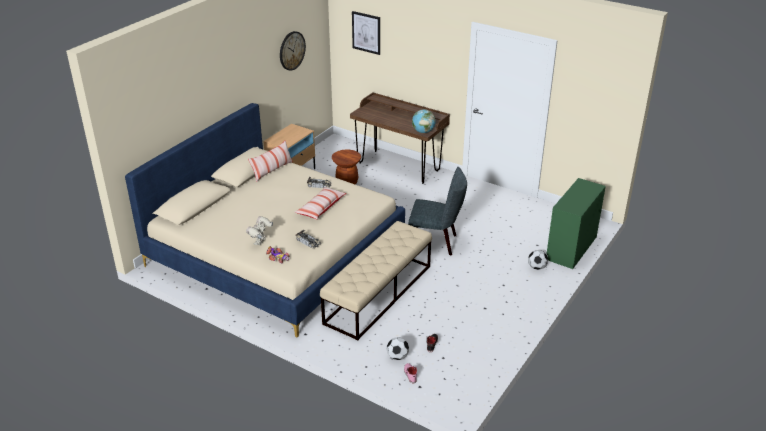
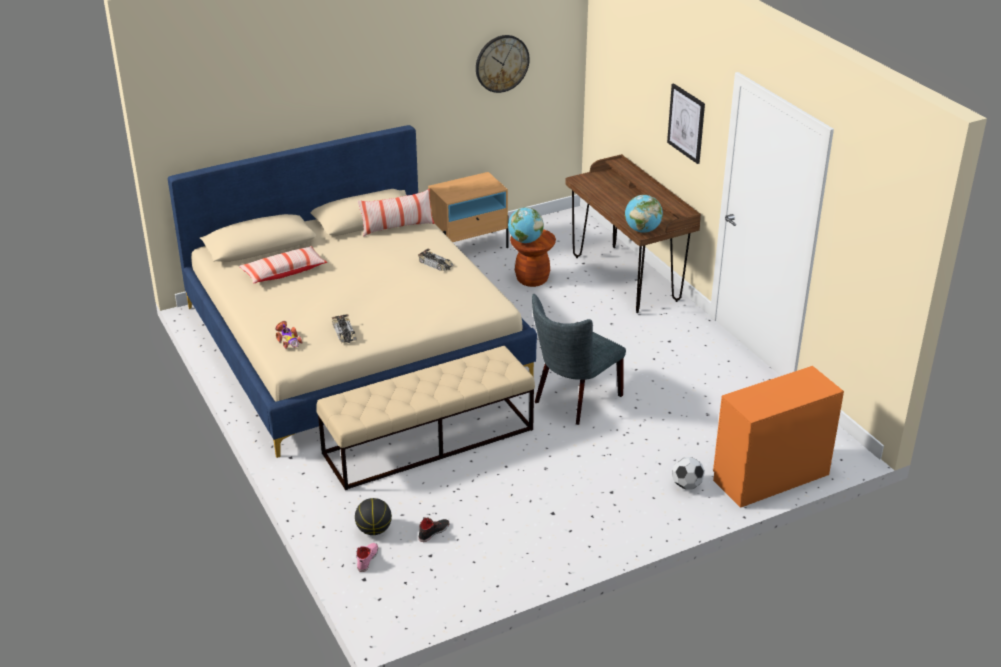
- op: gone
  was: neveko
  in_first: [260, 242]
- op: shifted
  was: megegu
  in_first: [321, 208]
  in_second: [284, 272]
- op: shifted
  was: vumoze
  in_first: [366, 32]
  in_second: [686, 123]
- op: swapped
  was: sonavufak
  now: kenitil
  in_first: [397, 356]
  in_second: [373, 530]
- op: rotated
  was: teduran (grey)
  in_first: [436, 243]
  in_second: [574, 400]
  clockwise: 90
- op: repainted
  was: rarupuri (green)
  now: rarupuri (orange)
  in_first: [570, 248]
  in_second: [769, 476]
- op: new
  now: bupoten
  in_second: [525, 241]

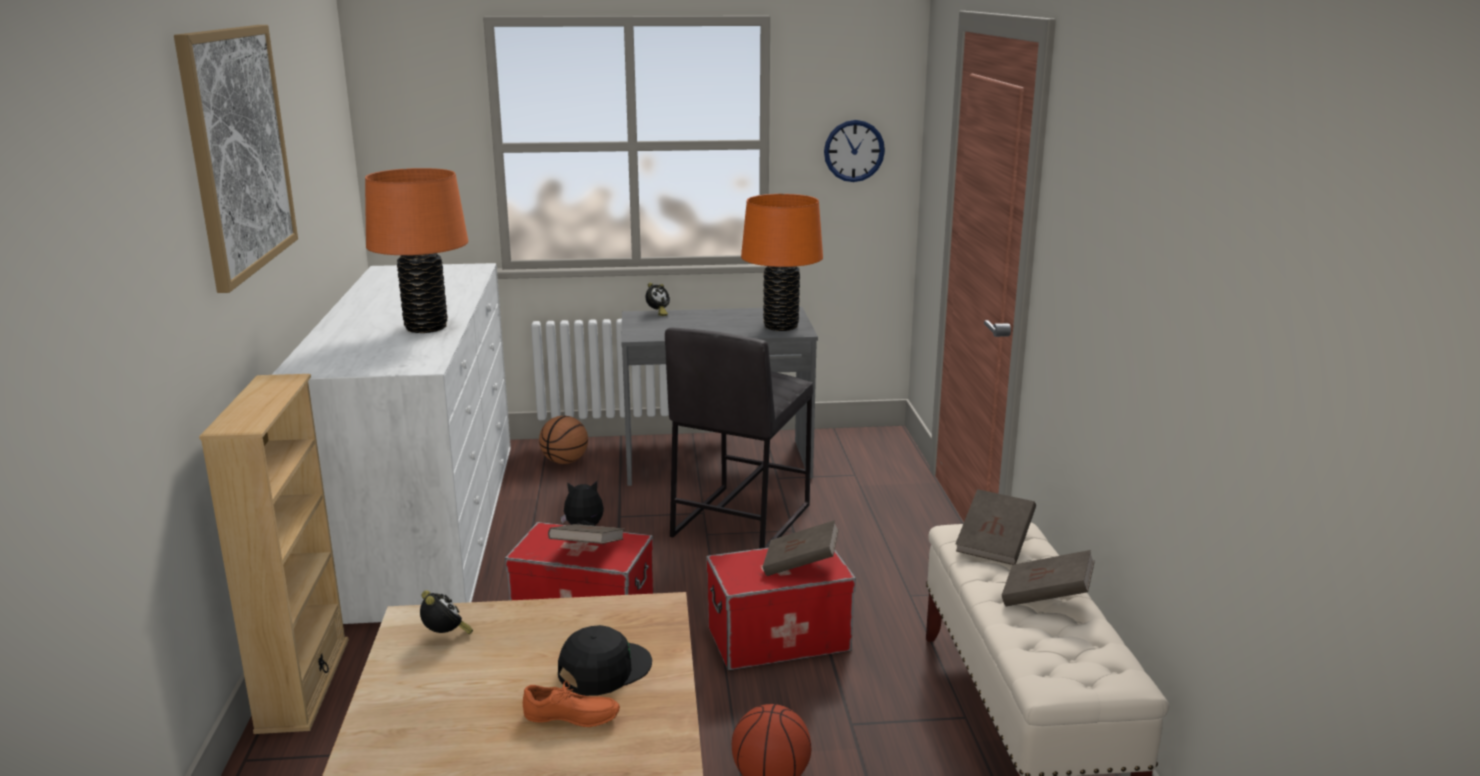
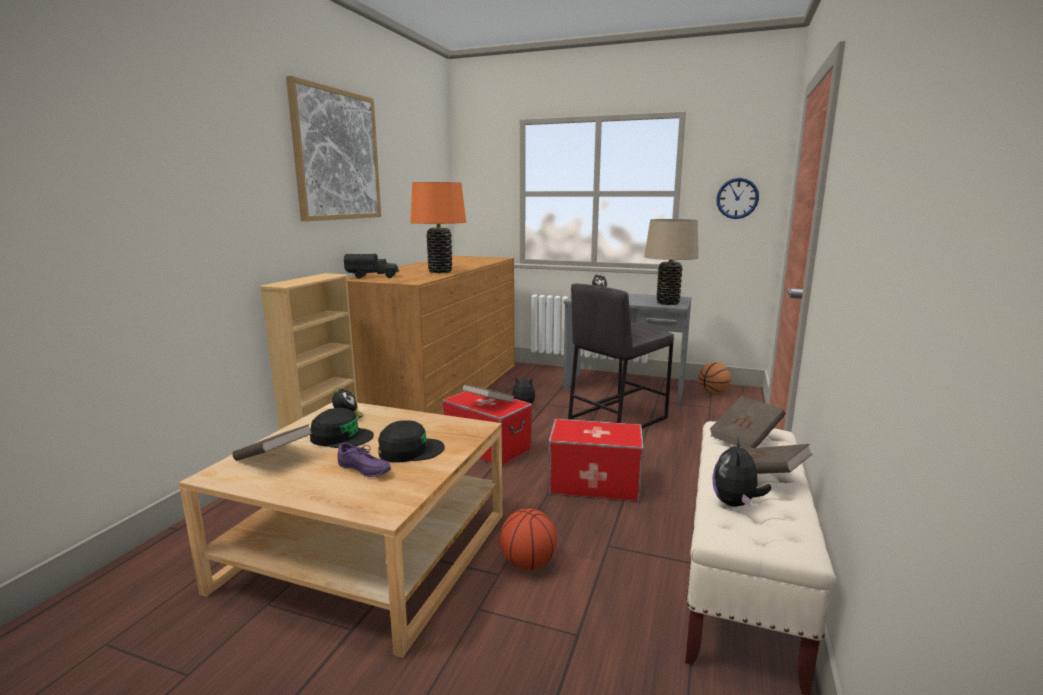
- op: repainted
  was: rarupuri (white)
  now: rarupuri (brown)
  in_first: [424, 523]
  in_second: [443, 390]
- op: repainted
  was: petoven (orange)
  now: petoven (purple)
  in_first: [571, 719]
  in_second: [362, 470]
- op: shifted
  was: kenitil
  in_first: [565, 462]
  in_second: [713, 392]
- op: repainted
  was: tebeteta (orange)
  now: tebeteta (beige)
  in_first: [781, 326]
  in_second: [667, 303]
- op: shifted
  was: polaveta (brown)
  in_first: [800, 565]
  in_second: [274, 459]
- op: new
  now: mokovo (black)
  in_second: [341, 437]
- op: new
  now: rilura
  in_second: [373, 277]
- op: new
  now: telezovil
  in_second: [735, 504]

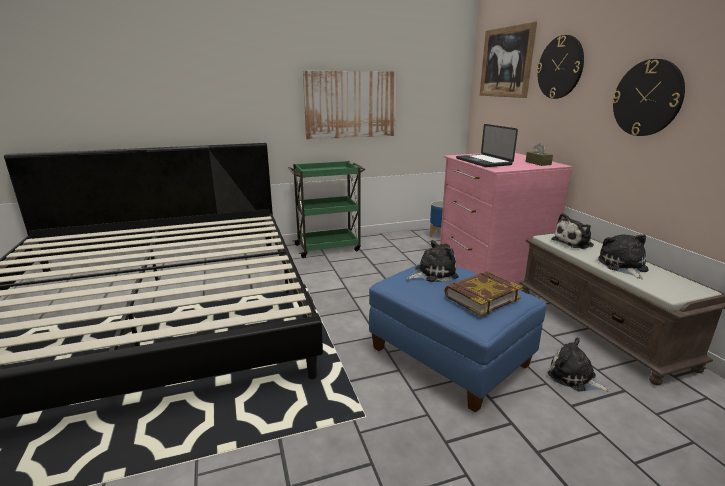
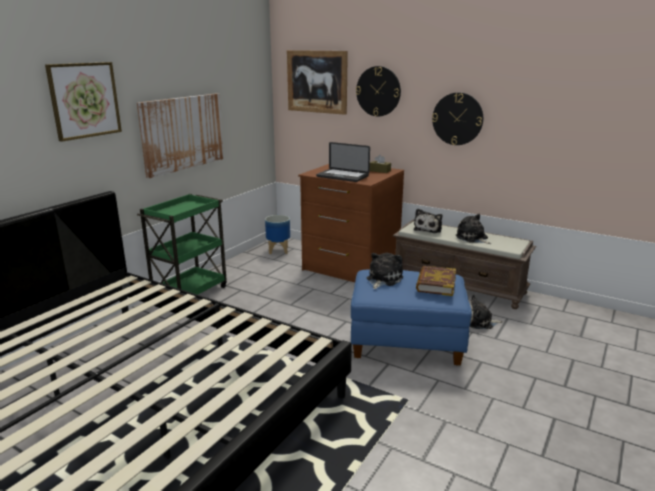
- op: repainted
  was: rarupuri (pink)
  now: rarupuri (brown)
  in_first: [490, 267]
  in_second: [350, 267]
- op: new
  now: vumoze
  in_second: [84, 100]

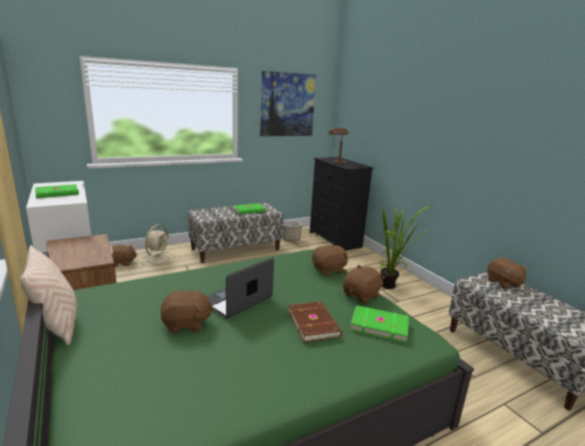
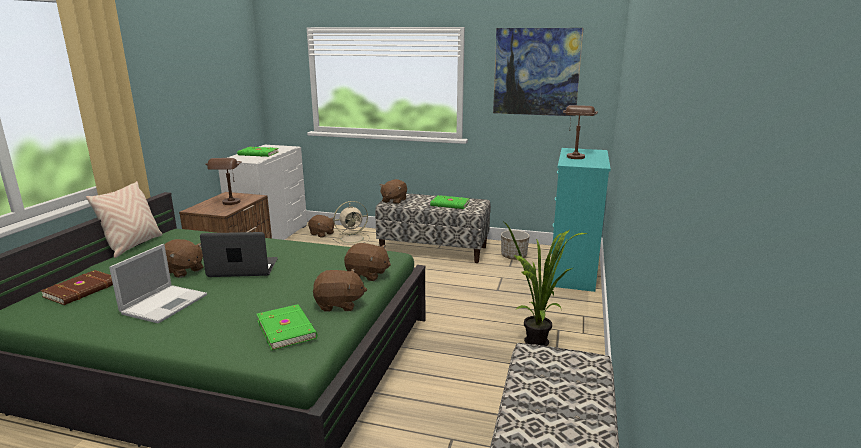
- op: shifted
  was: polaveta (brown)
  in_first: [314, 323]
  in_second: [82, 290]
- op: repainted
  was: rarupuri (black)
  now: rarupuri (turquoise)
  in_first: [335, 240]
  in_second: [572, 272]
- op: shifted
  was: telezovil (brown)
  in_first: [503, 283]
  in_second: [393, 201]
- op: new
  now: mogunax
  in_second: [165, 303]
- op: new
  now: tebeteta (brown)
  in_second: [230, 204]

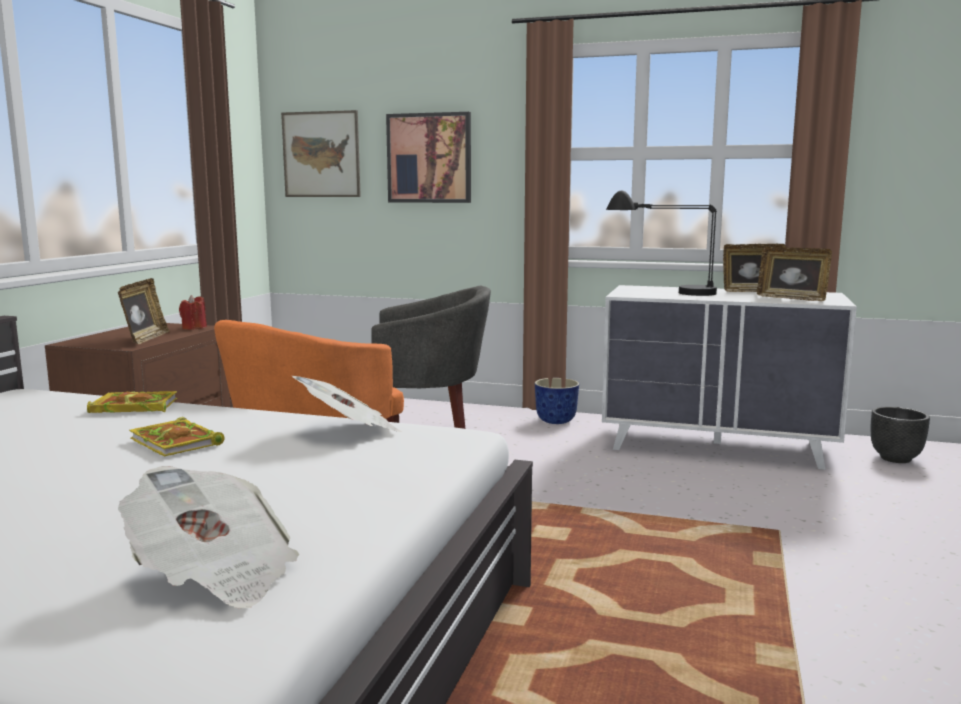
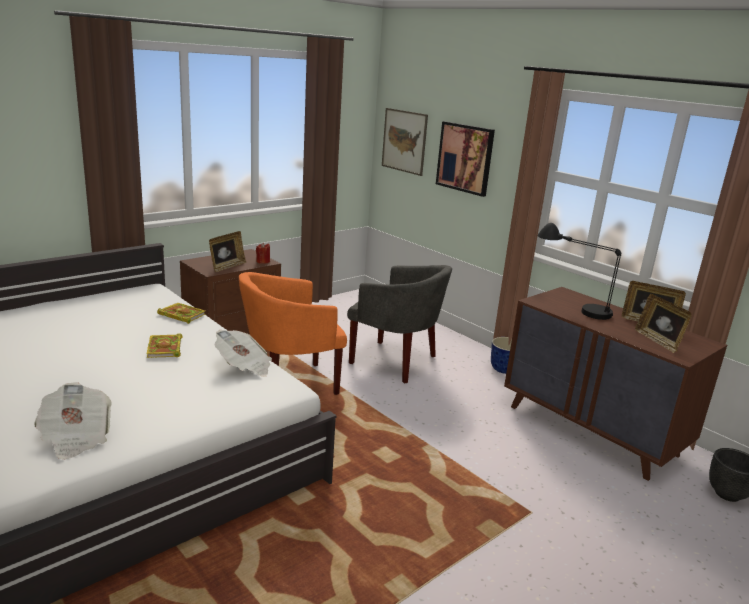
- op: repainted
  was: rarupuri (white)
  now: rarupuri (brown)
  in_first: [717, 446]
  in_second: [592, 430]

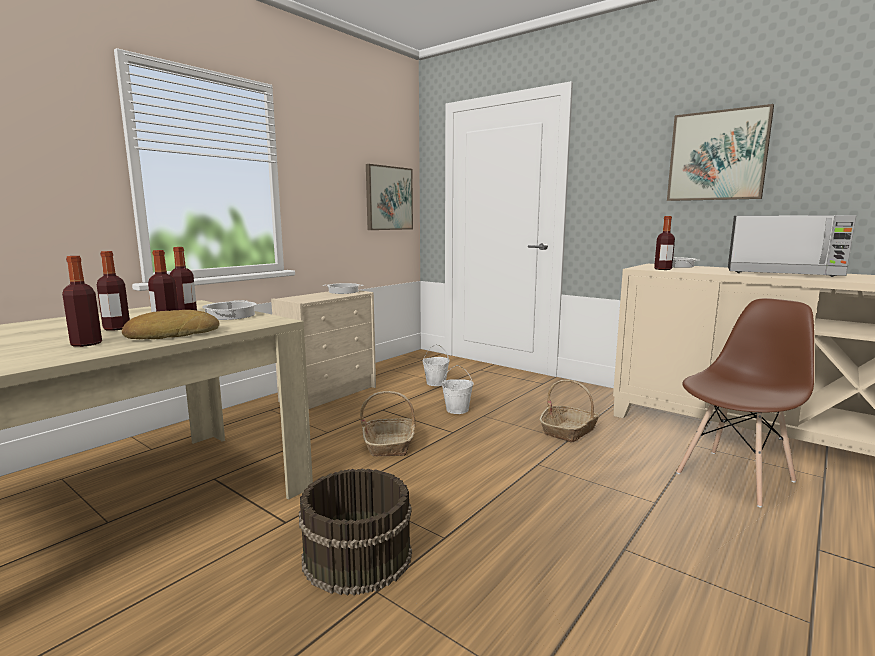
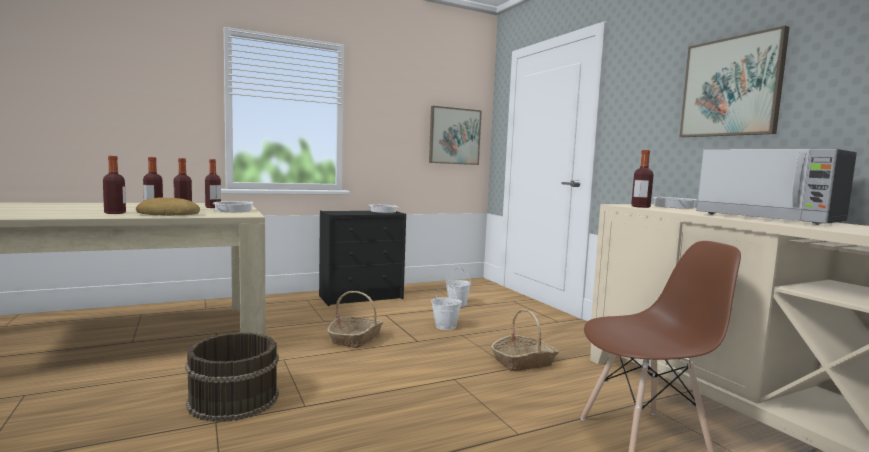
- op: repainted
  was: rarupuri (beige)
  now: rarupuri (black)
  in_first: [330, 394]
  in_second: [362, 297]

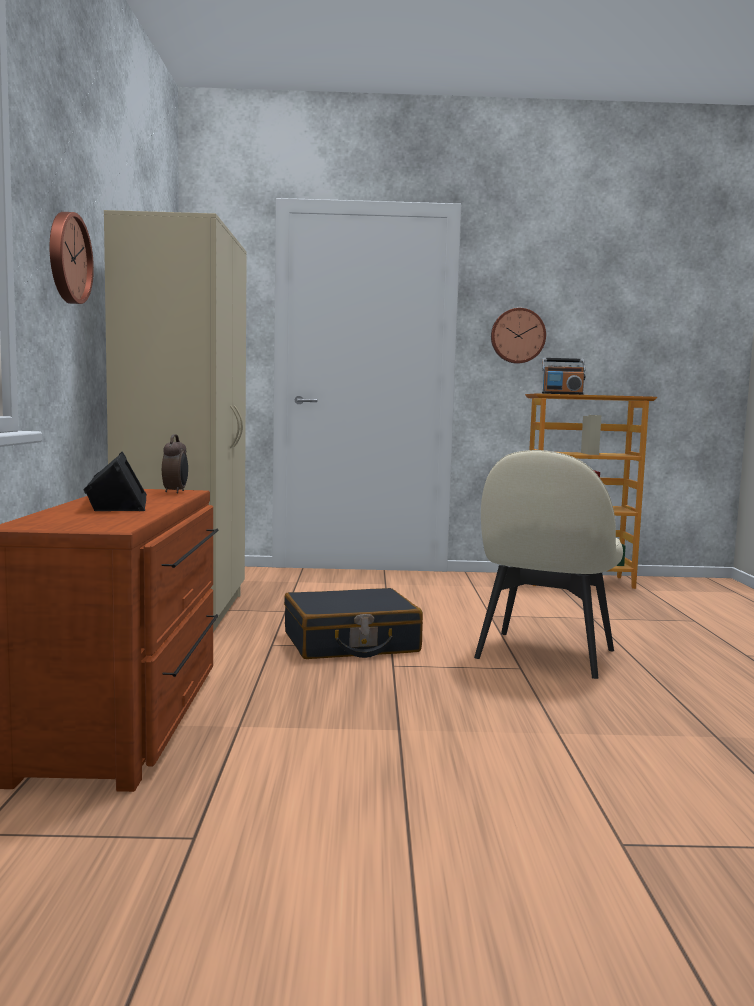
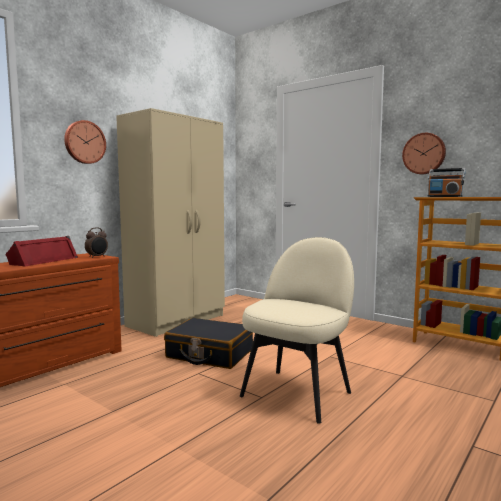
- op: repainted
  was: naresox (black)
  now: naresox (red)
  in_first: [115, 502]
  in_second: [43, 261]
- op: rotated
  was: teduran (beige)
  in_first: [544, 655]
  in_second: [297, 393]
  clockwise: 150

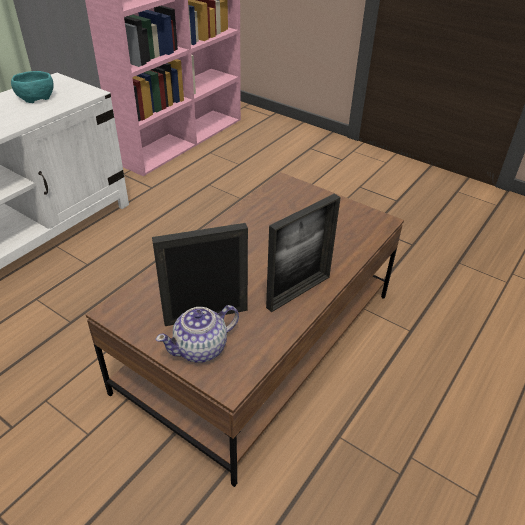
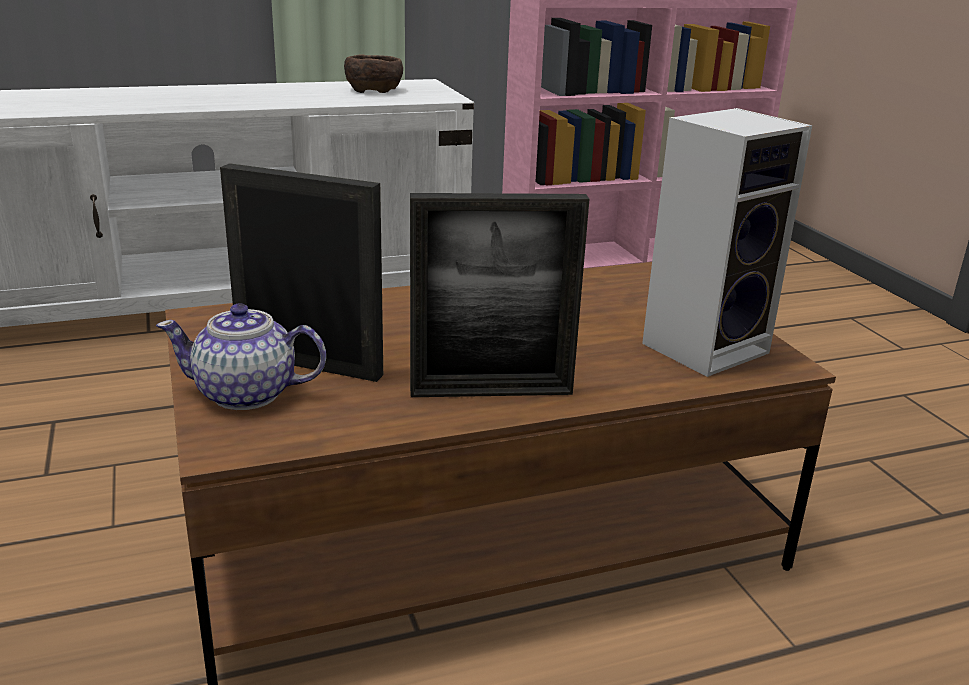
- op: repainted
  was: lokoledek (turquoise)
  now: lokoledek (brown)
  in_first: [35, 97]
  in_second: [373, 89]
- op: new
  now: naresox
  in_second: [706, 346]

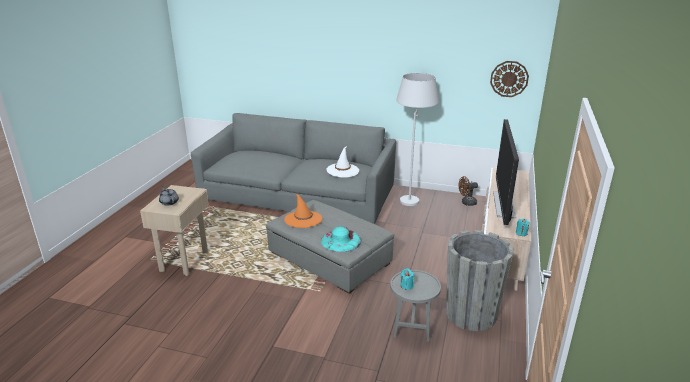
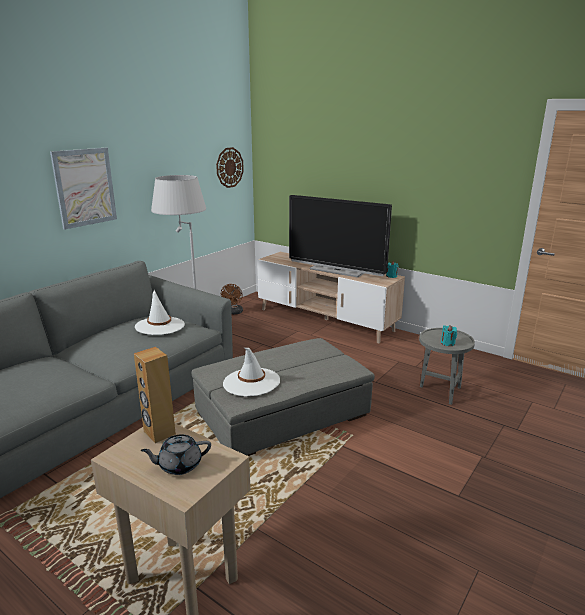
- op: repainted
  was: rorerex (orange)
  now: rorerex (white)
  in_first: [303, 219]
  in_second: [251, 382]
- op: gone
  was: rorerex (turquoise)
  in_first: [341, 240]
- op: gone
  was: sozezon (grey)
  in_first: [471, 314]
- op: new
  now: vumoze
  in_second: [85, 187]
- op: new
  now: naresox (brown)
  in_second: [159, 433]

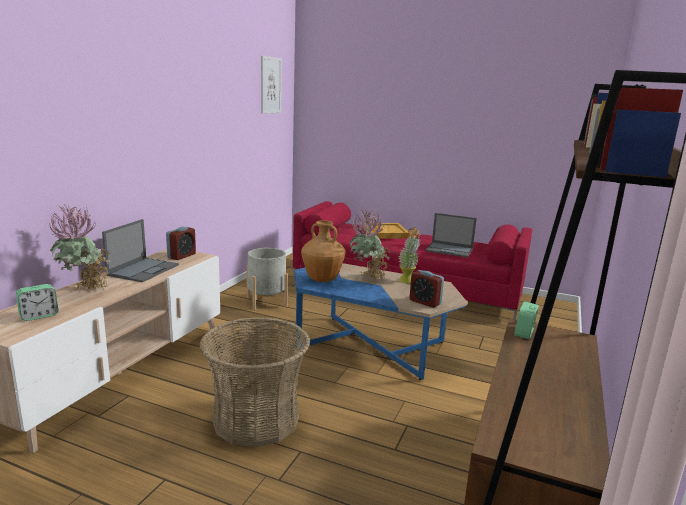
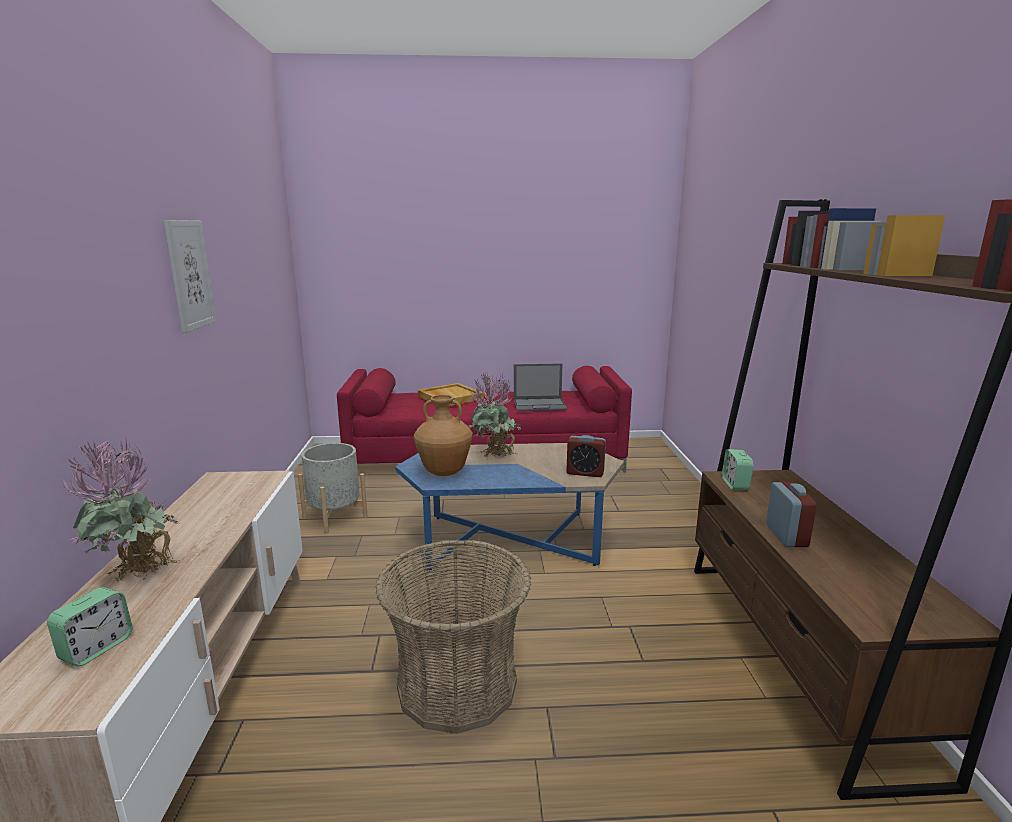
- op: gone
  was: mogunax
  in_first: [144, 270]
- op: shifted
  was: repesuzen
  in_first: [181, 256]
  in_second: [786, 536]
- op: shifted
  was: vumoze
  in_first: [270, 85]
  in_second: [190, 275]
- op: gone
  was: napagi
  in_first: [407, 282]

